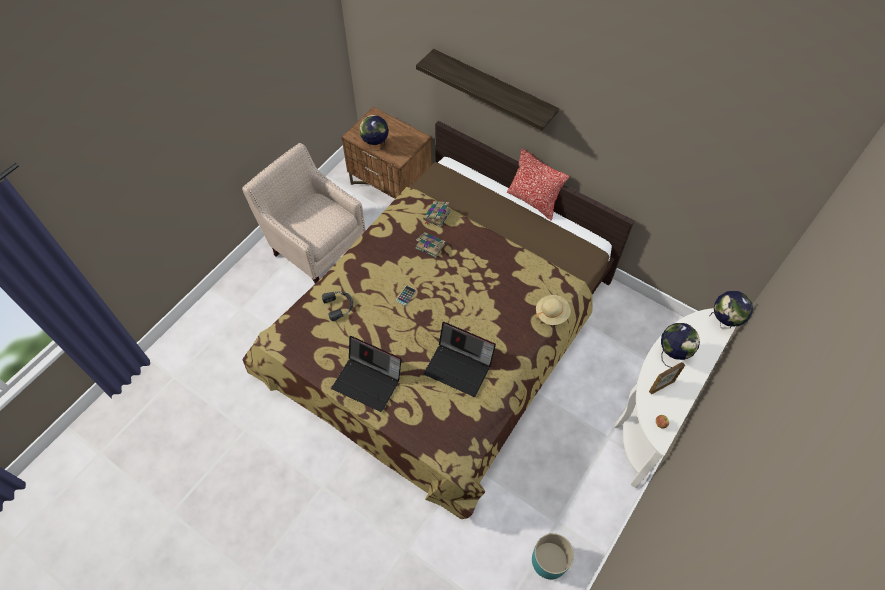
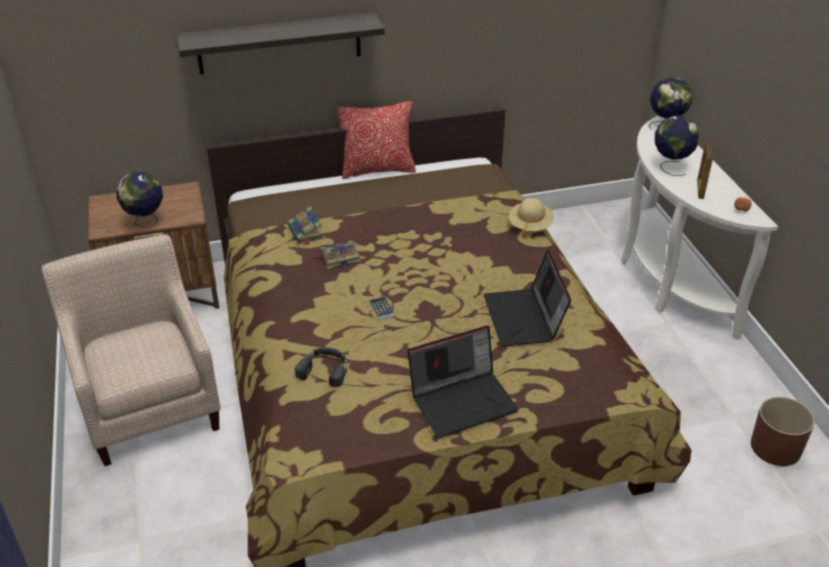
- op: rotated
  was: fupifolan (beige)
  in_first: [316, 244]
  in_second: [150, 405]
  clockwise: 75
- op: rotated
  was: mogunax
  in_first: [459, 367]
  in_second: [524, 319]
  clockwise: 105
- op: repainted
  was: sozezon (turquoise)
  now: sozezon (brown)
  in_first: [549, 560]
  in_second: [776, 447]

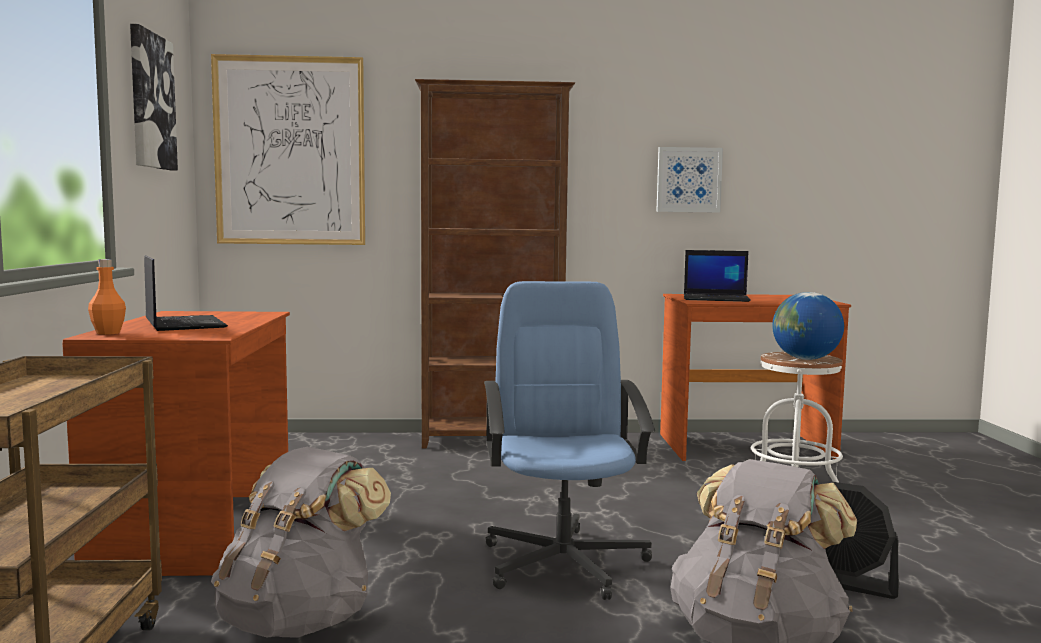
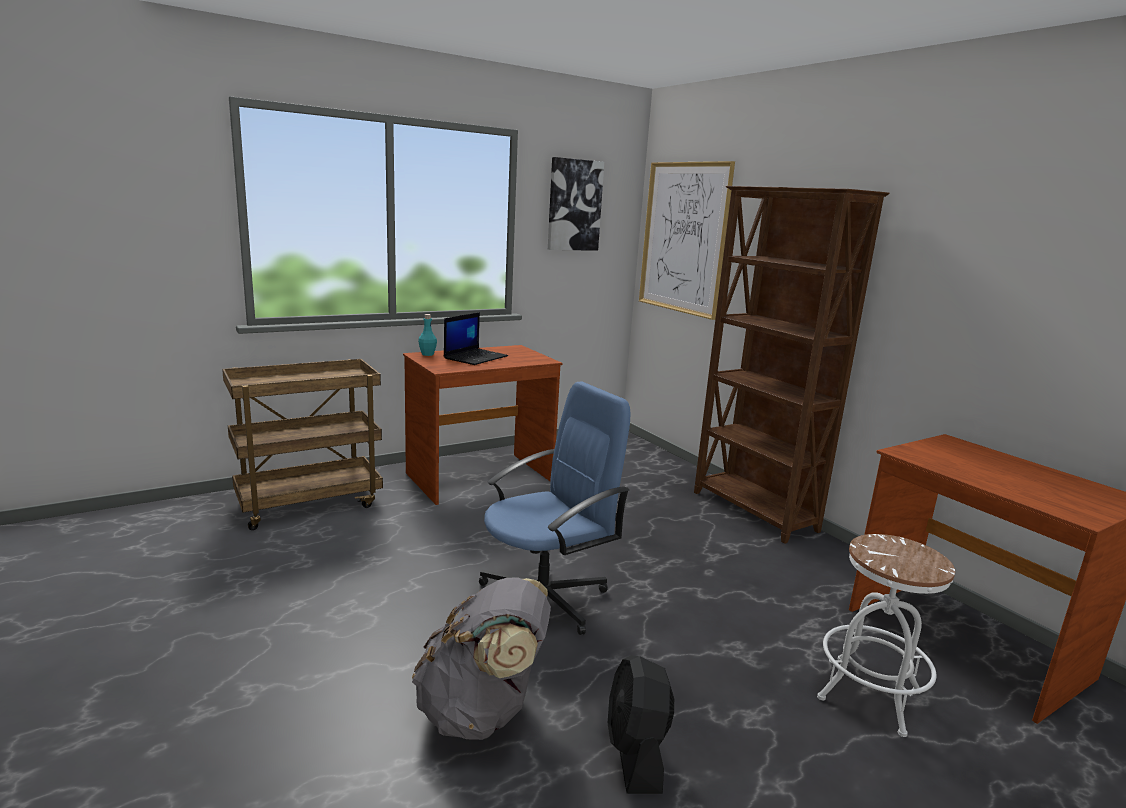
- op: repainted
  was: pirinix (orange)
  now: pirinix (turquoise)
  in_first: [108, 333]
  in_second: [427, 354]
- op: gone
  was: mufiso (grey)
  in_first: [300, 620]
- op: gone
  was: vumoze
  in_first: [688, 180]
- op: gone
  was: mogunax
  in_first: [716, 298]
- op: gone
  was: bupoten
  in_first: [805, 359]

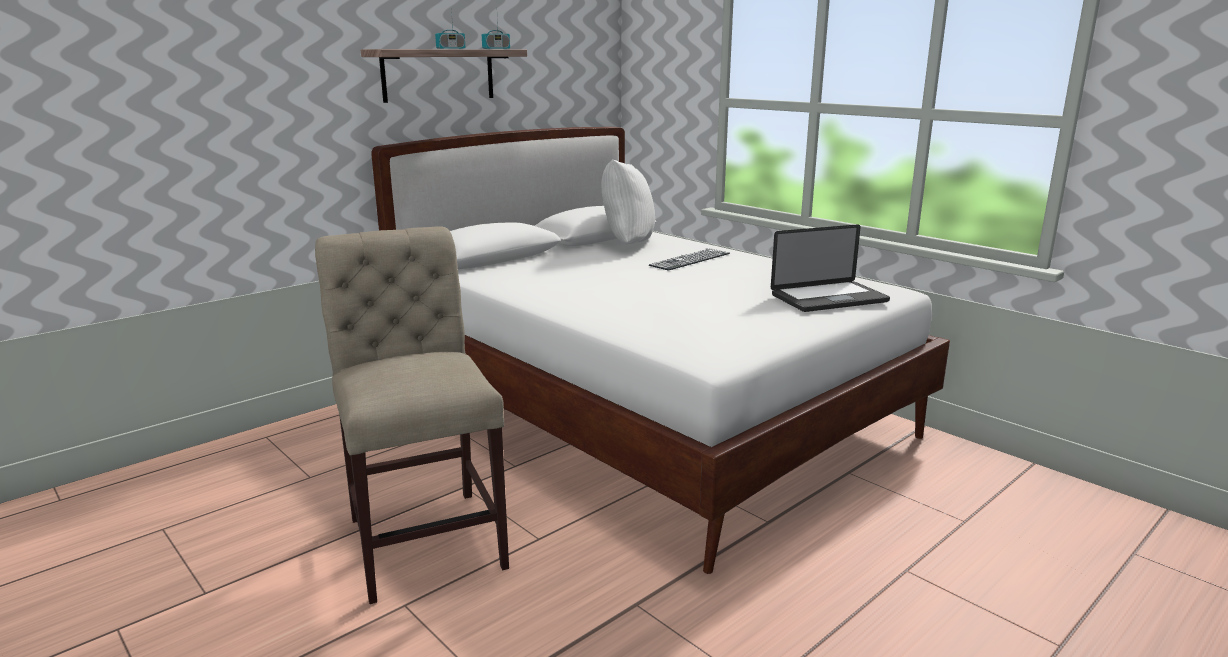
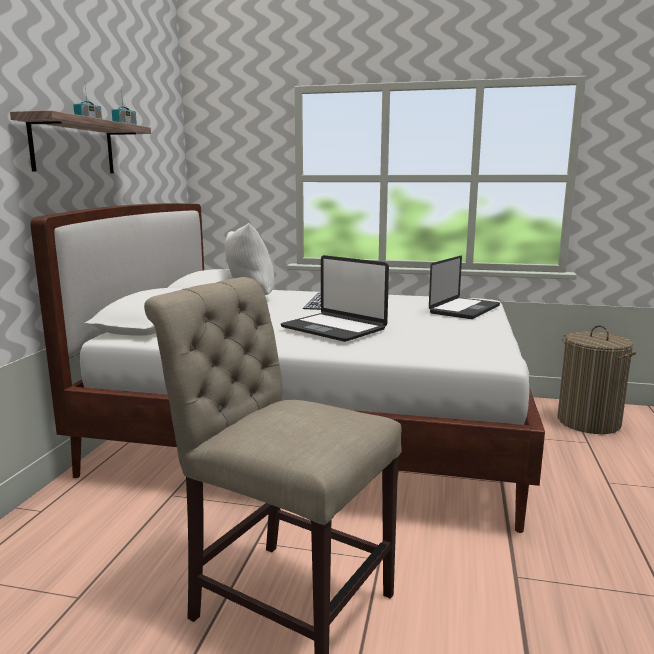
- op: new
  now: mogunax
  in_second: [334, 328]
- op: new
  now: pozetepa
  in_second: [588, 422]

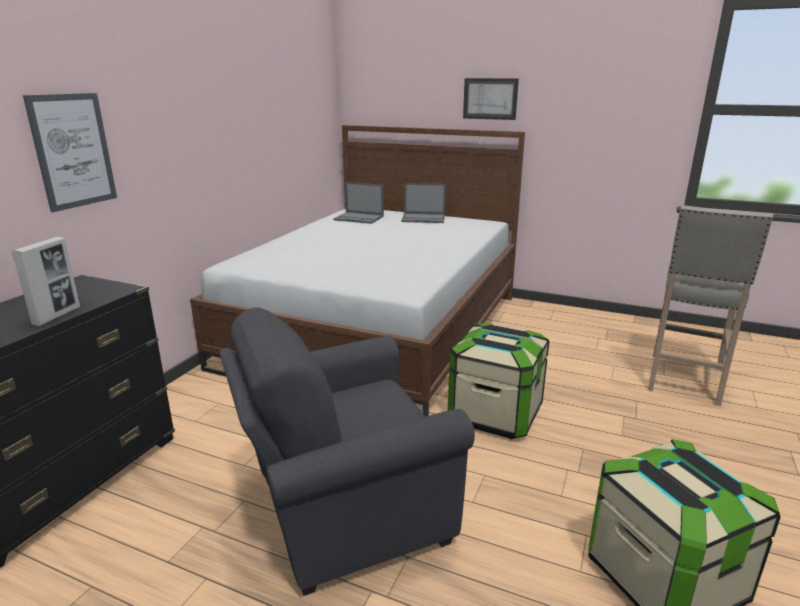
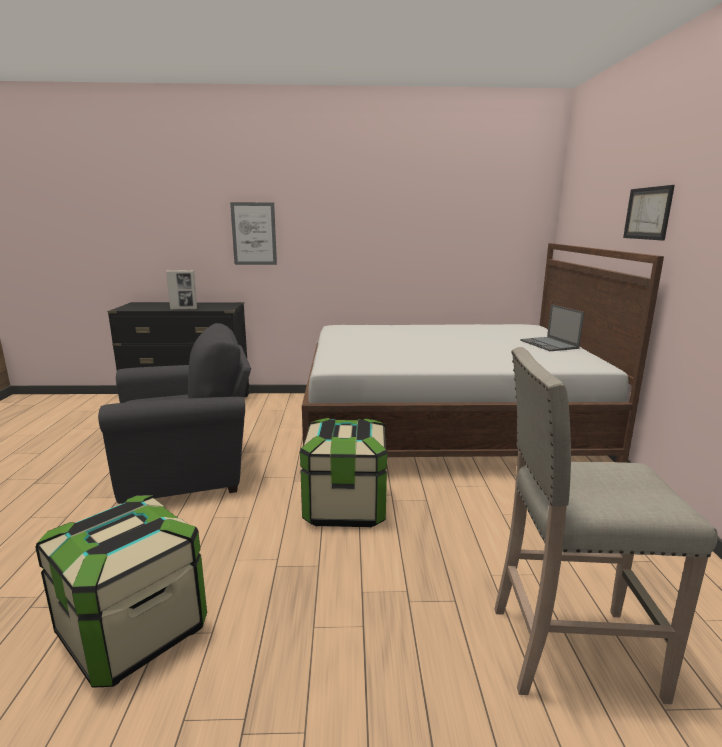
- op: rotated
  was: fupifolan (grey)
  in_first: [342, 511]
  in_second: [189, 472]
  clockwise: 120
- op: gone
  was: mogunax
  in_first: [359, 218]

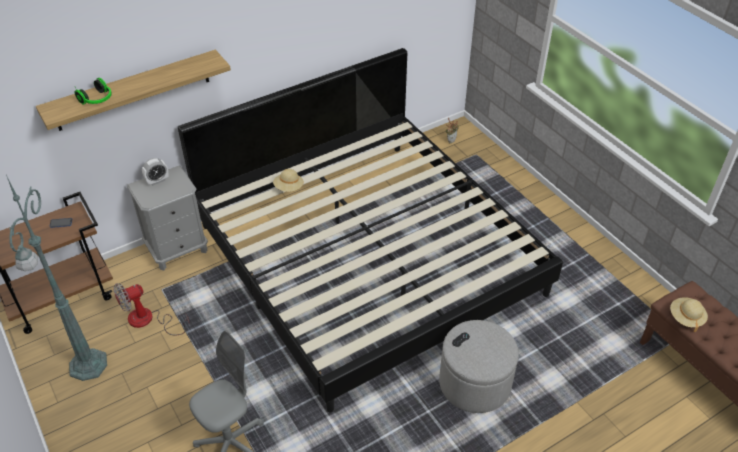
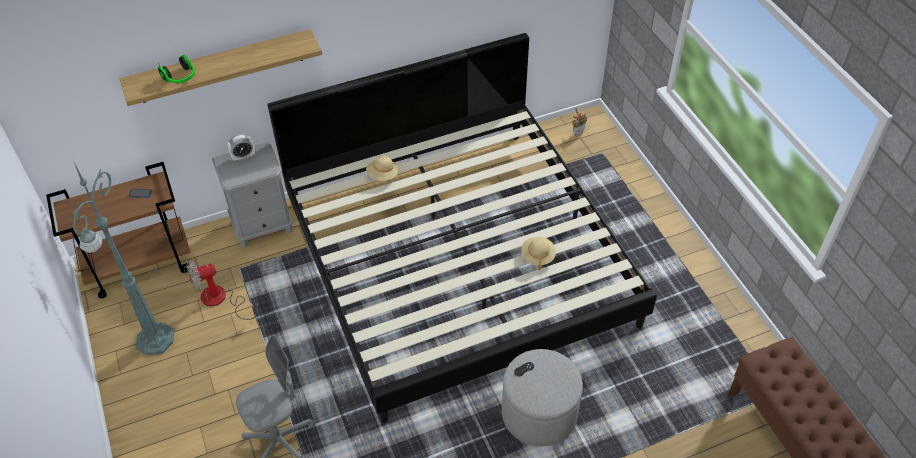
- op: shifted
  was: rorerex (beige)
  in_first: [686, 318]
  in_second: [537, 256]

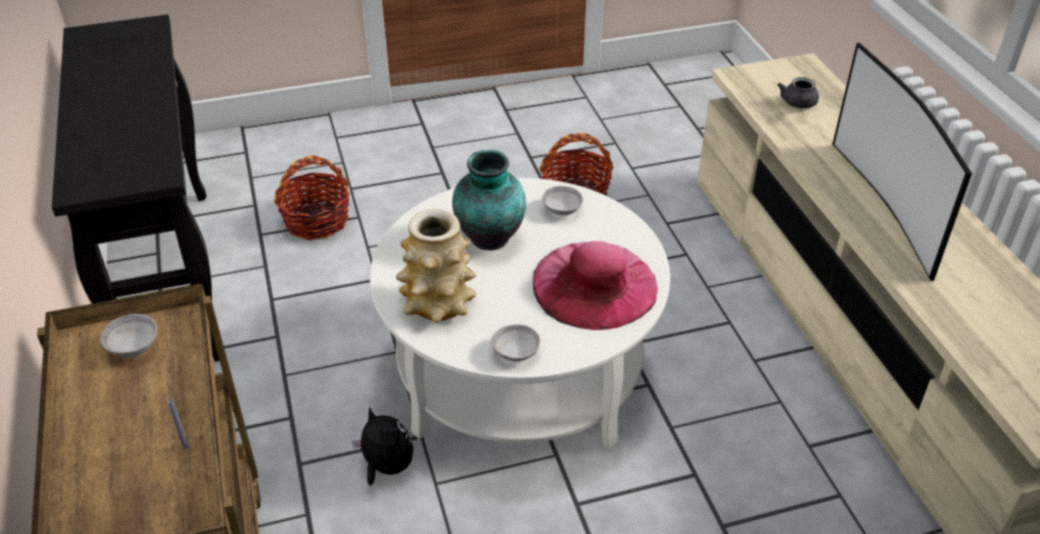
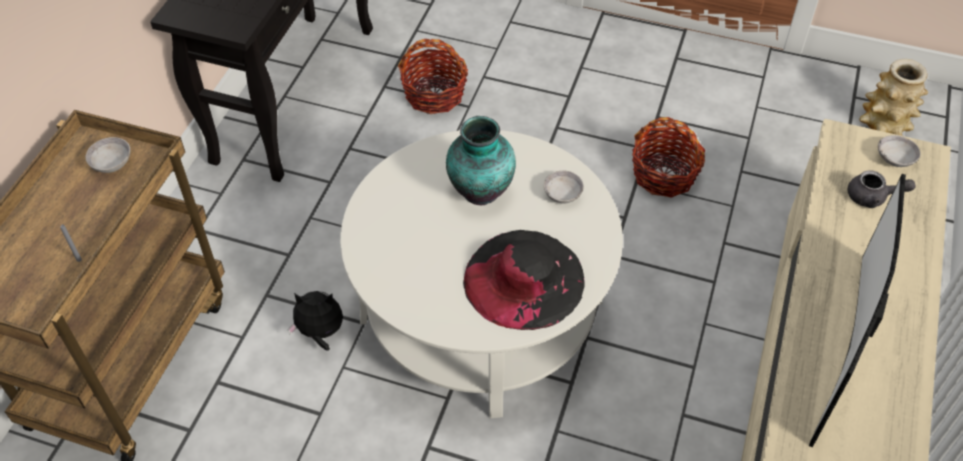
- op: rotated
  was: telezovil
  in_first: [386, 467]
  in_second: [320, 333]
  clockwise: -75
- op: shifted
  was: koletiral
  in_first: [438, 304]
  in_second: [884, 124]
- op: shifted
  was: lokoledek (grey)
  in_first: [515, 353]
  in_second: [894, 159]
- op: repainted
  was: rorerex (pink)
  now: rorerex (black)
  in_first: [594, 284]
  in_second: [524, 279]
- op: rotated
  was: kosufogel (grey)
  in_first: [798, 104]
  in_second: [872, 197]
  clockwise: -120

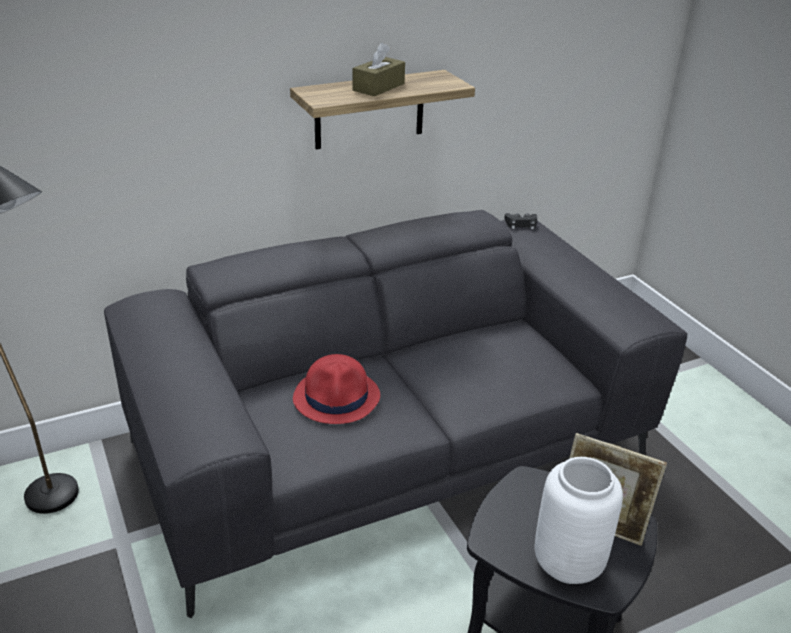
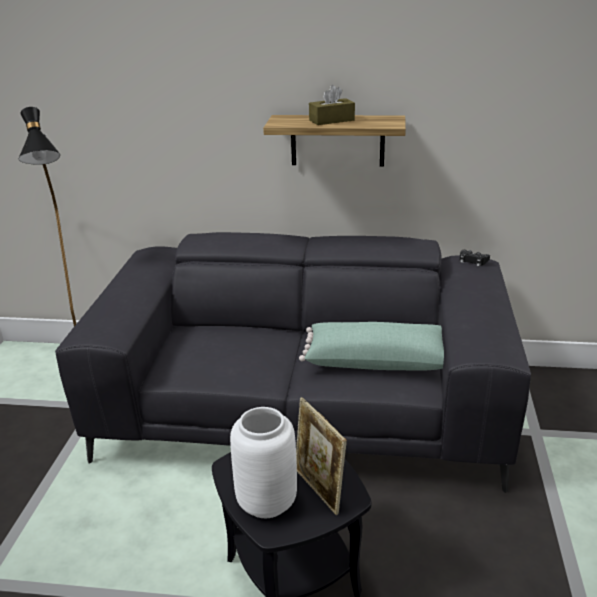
- op: gone
  was: rorerex (red)
  in_first: [337, 397]
- op: new
  now: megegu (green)
  in_second: [377, 360]

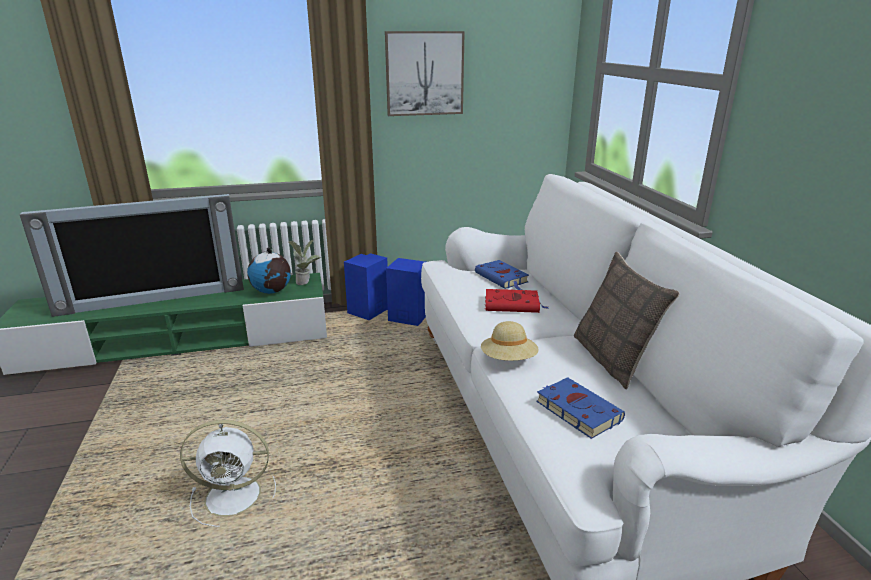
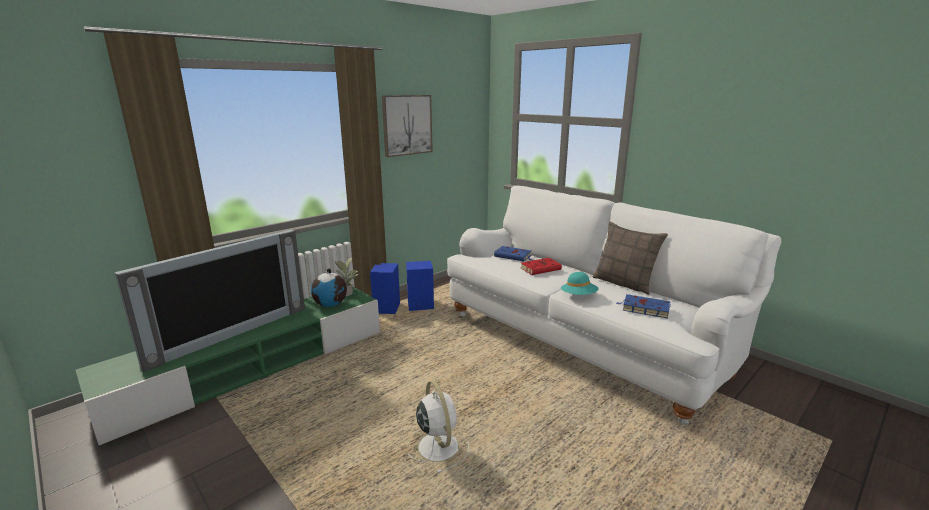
- op: rotated
  was: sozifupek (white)
  in_first: [236, 496]
  in_second: [437, 445]
  clockwise: -75
- op: repainted
  was: rorerex (beige)
  now: rorerex (turquoise)
  in_first: [508, 360]
  in_second: [578, 296]

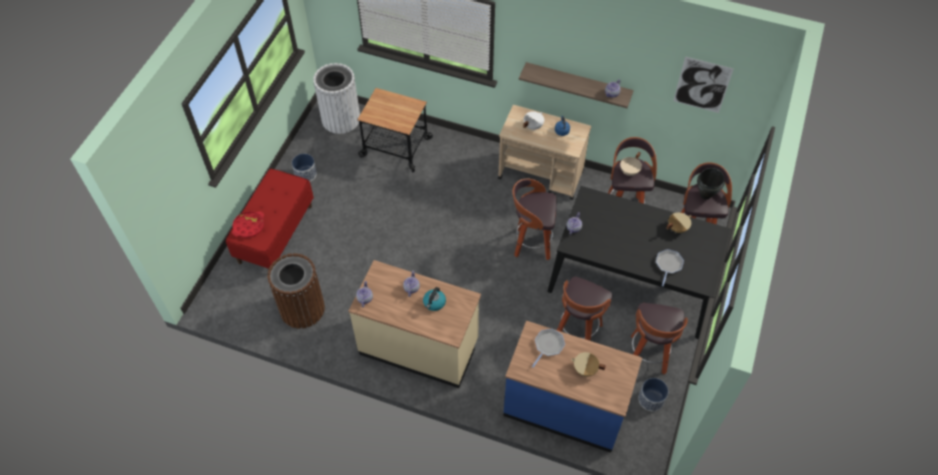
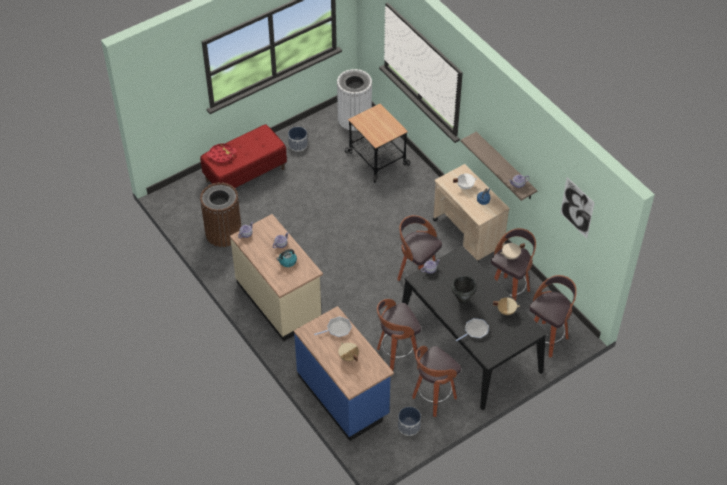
- op: shifted
  was: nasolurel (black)
  in_first: [706, 195]
  in_second: [463, 300]

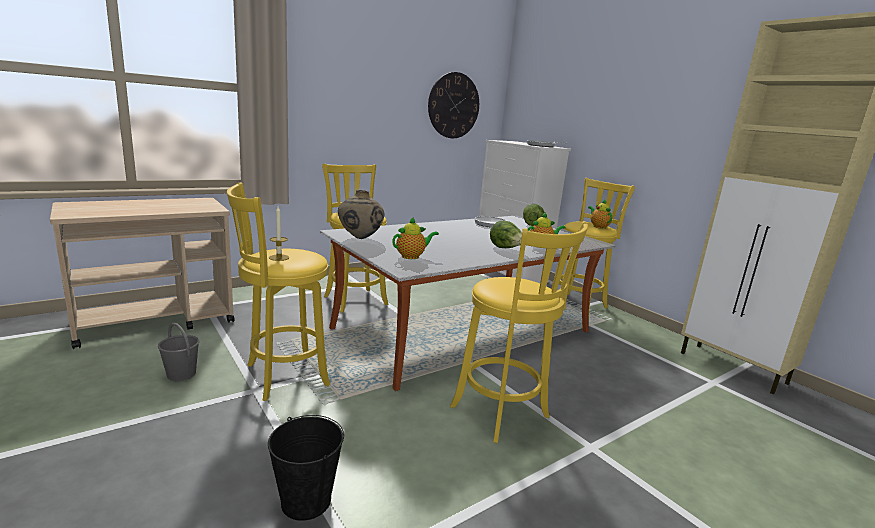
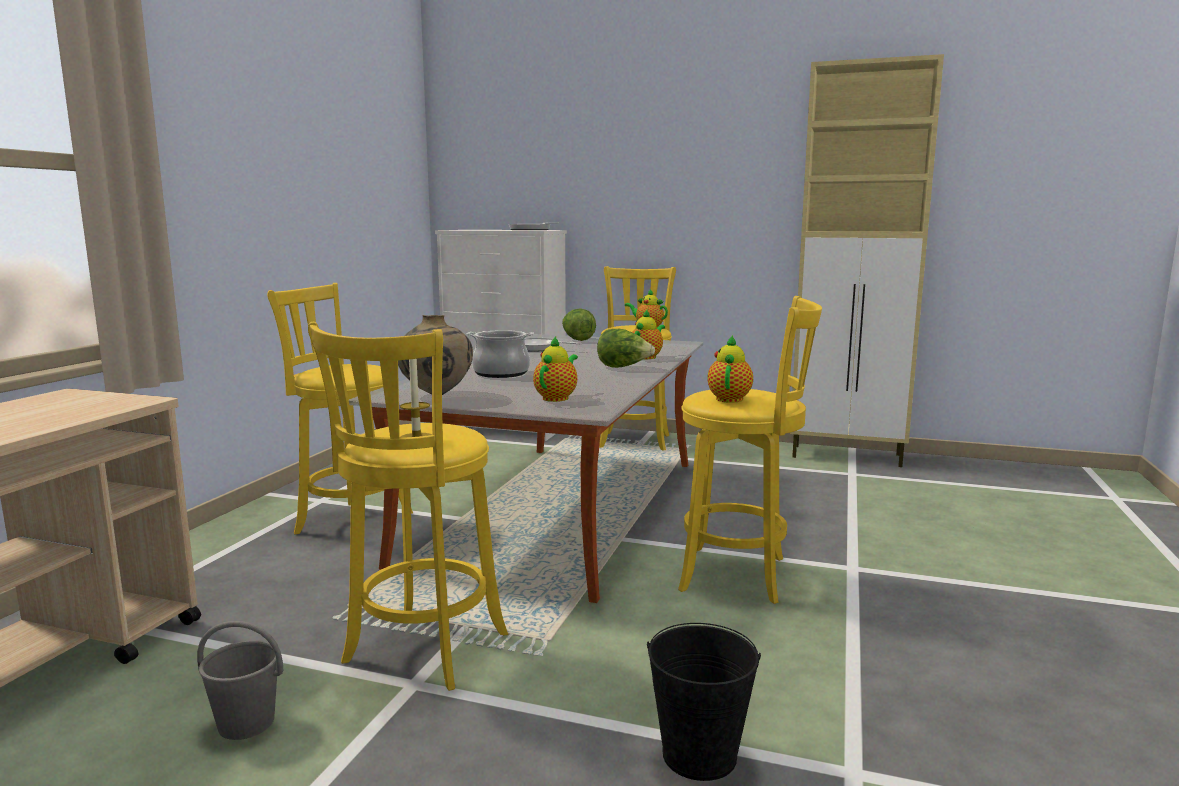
- op: gone
  was: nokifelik
  in_first: [453, 105]
- op: new
  now: nasolurel
  in_second: [501, 373]
- op: new
  now: kosufogel
  in_second: [729, 398]

